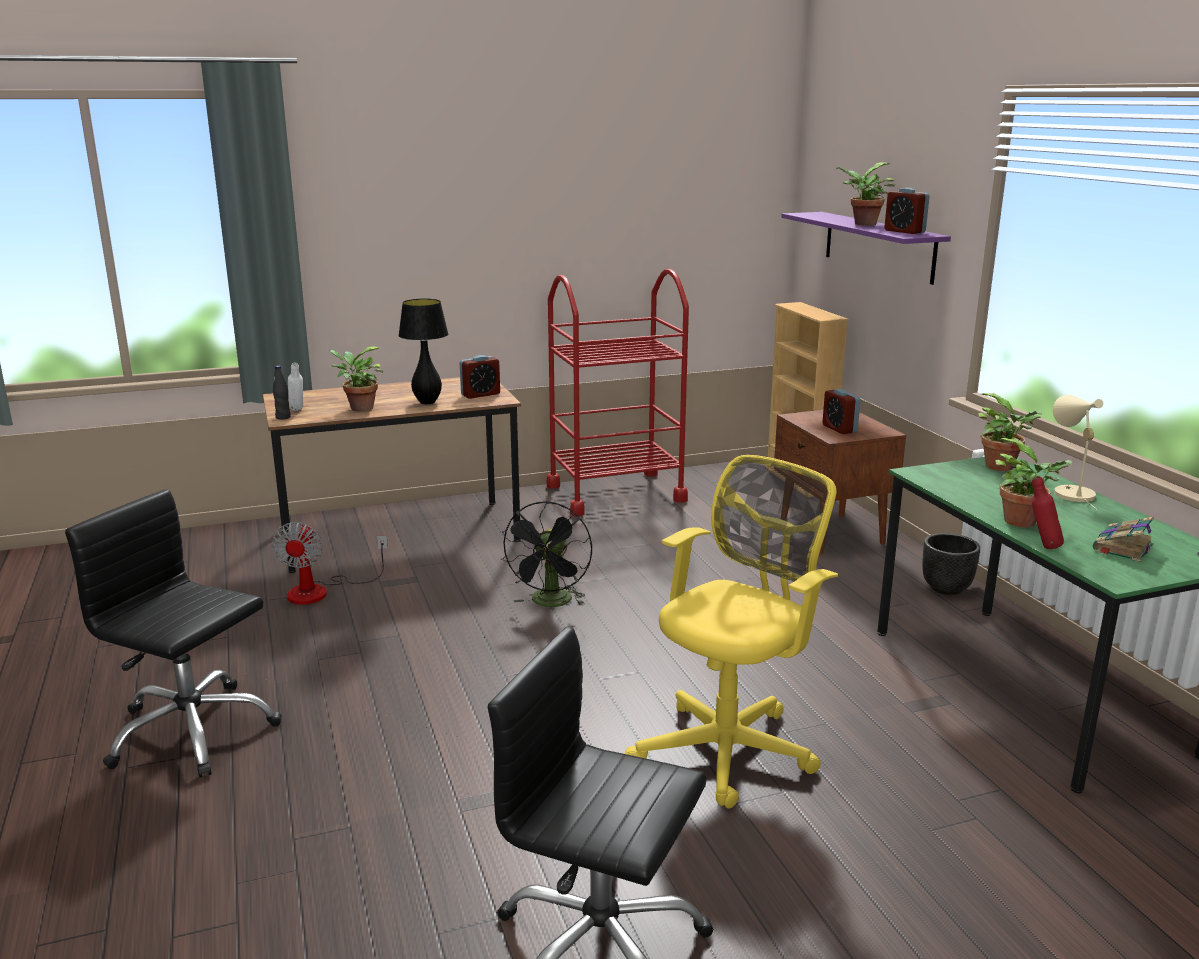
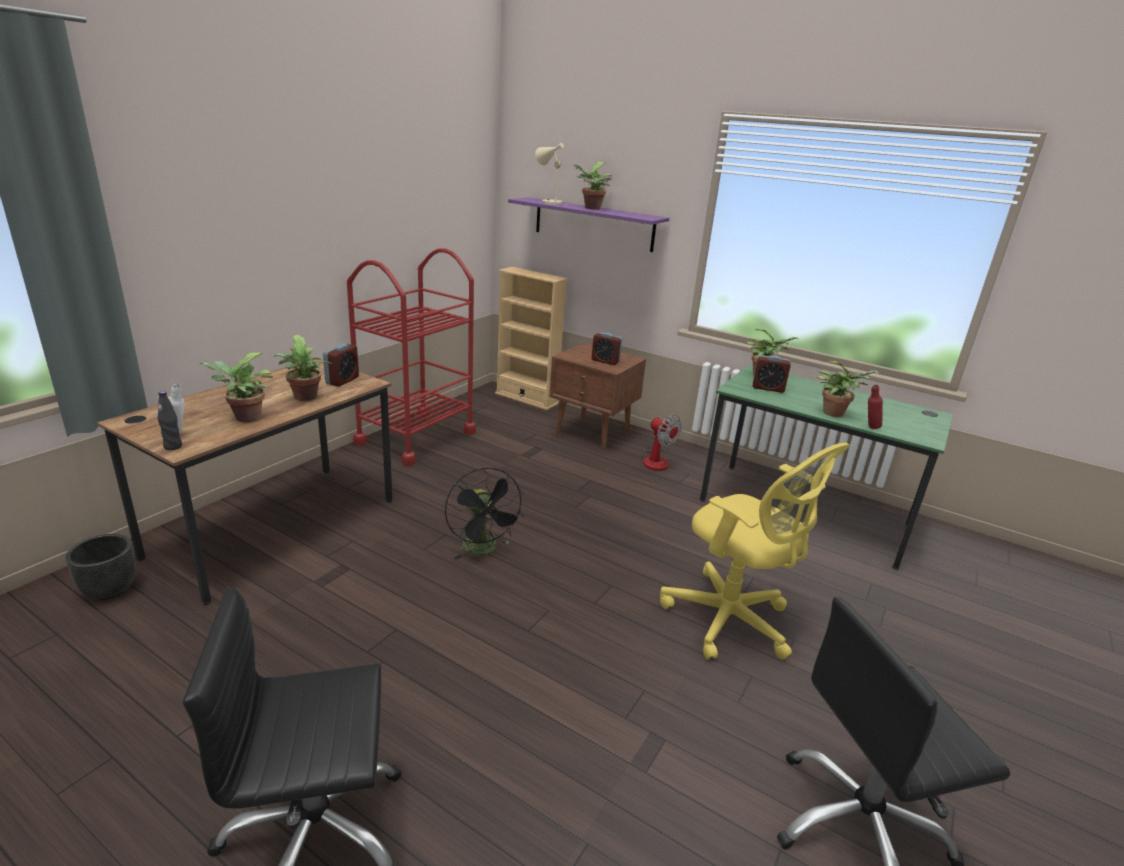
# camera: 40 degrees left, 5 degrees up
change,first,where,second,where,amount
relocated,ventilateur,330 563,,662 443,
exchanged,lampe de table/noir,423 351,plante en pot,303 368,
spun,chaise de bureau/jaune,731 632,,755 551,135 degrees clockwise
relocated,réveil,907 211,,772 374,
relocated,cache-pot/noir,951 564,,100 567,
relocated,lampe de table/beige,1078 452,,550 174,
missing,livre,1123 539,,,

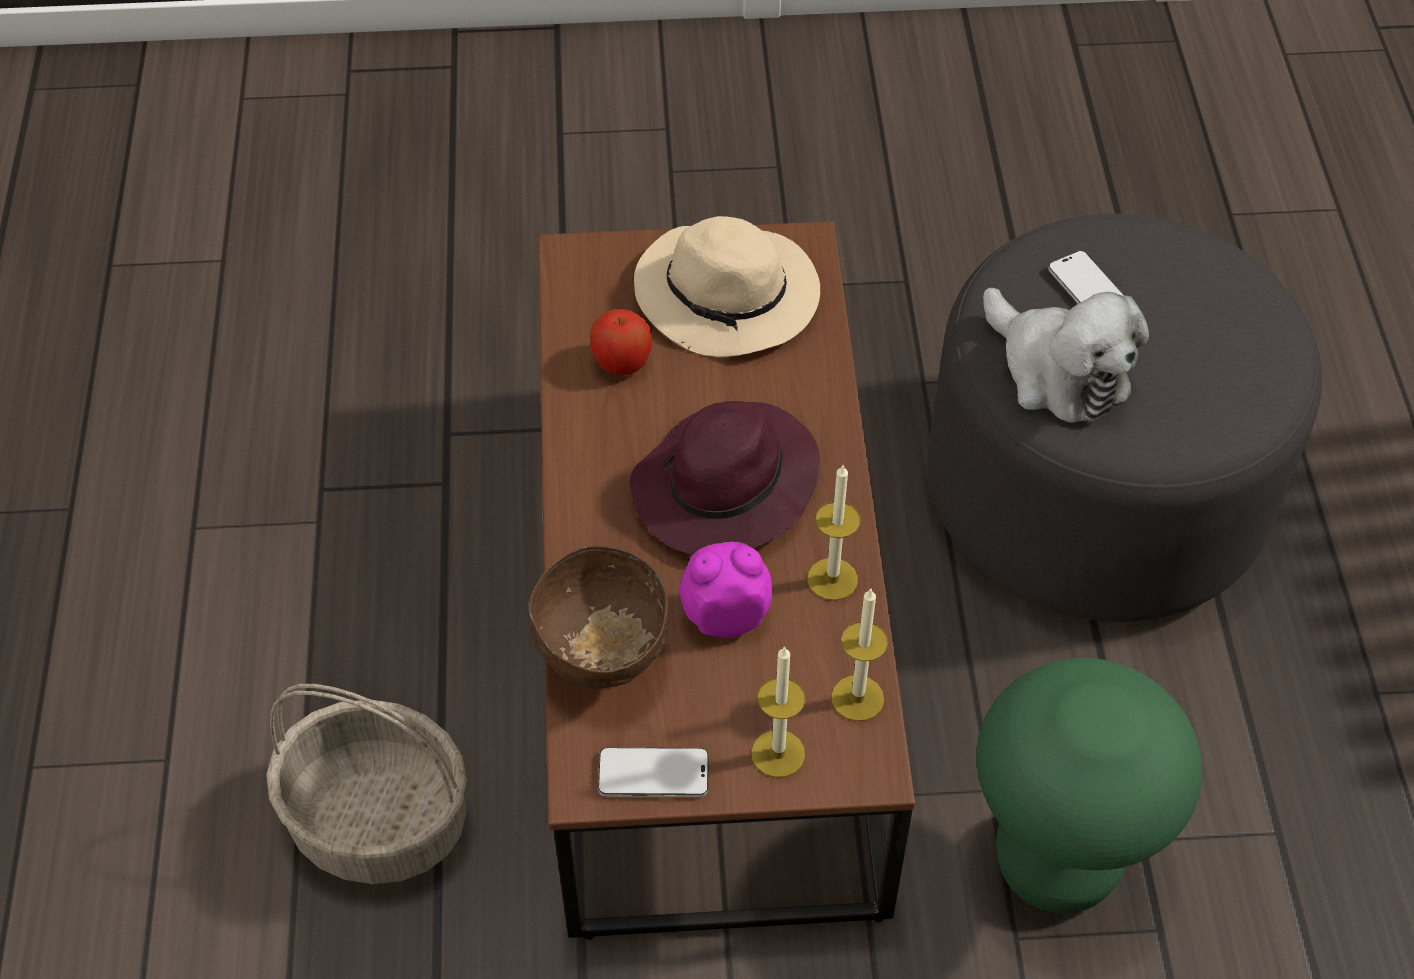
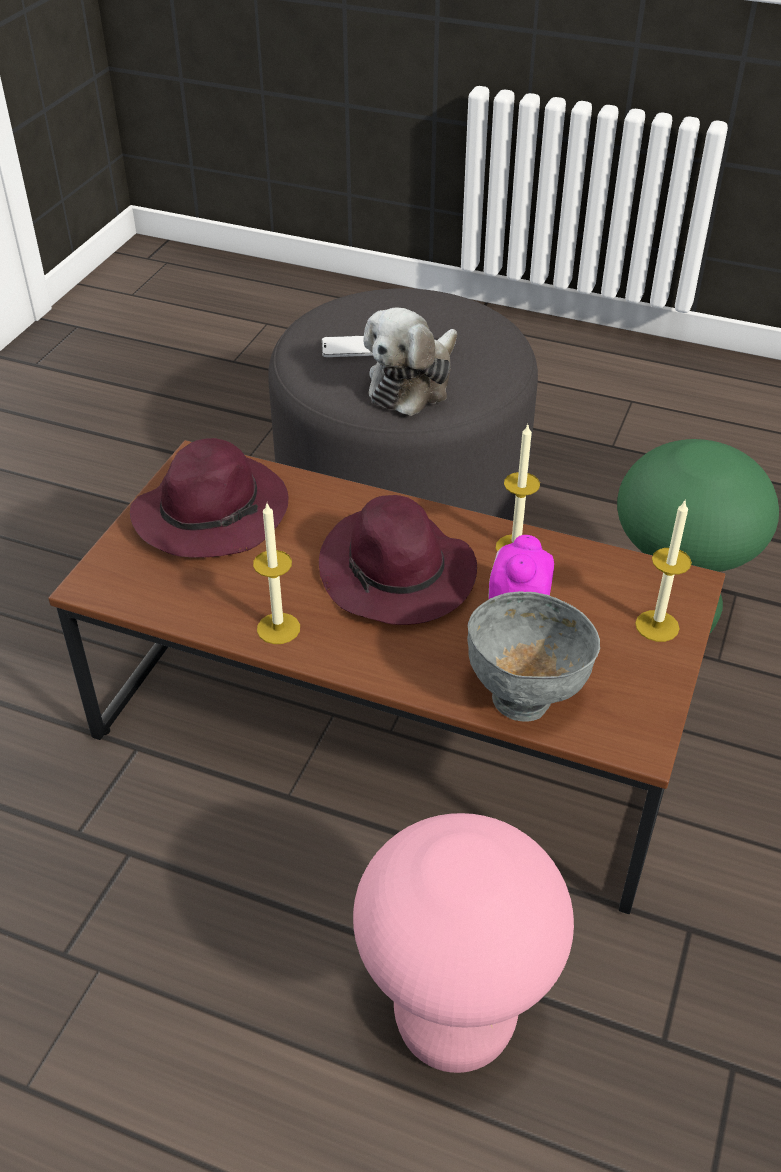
# camera: 65 degrees left, 10 degrees down
change,first,where,second,where,amount
exchanged,panier,366 784,tabouret/rose,463 943,
colour,bol/marron,599 617,bol/gris,533 656,
missing,pomme,621 342,,,
missing,téléphone,653 772,,,
colour,chapeau/beige,727 286,chapeau/violet,209 498,
relocated,bougie,859 655,,276 573,
spun,peluche,1066 356,,410 361,135 degrees clockwise

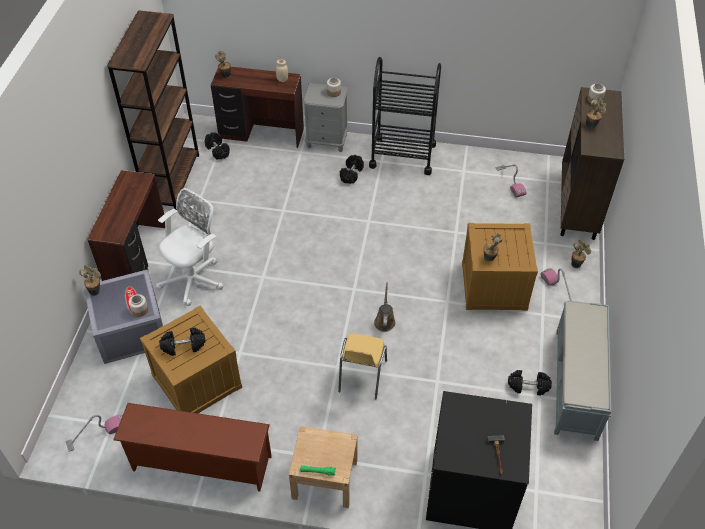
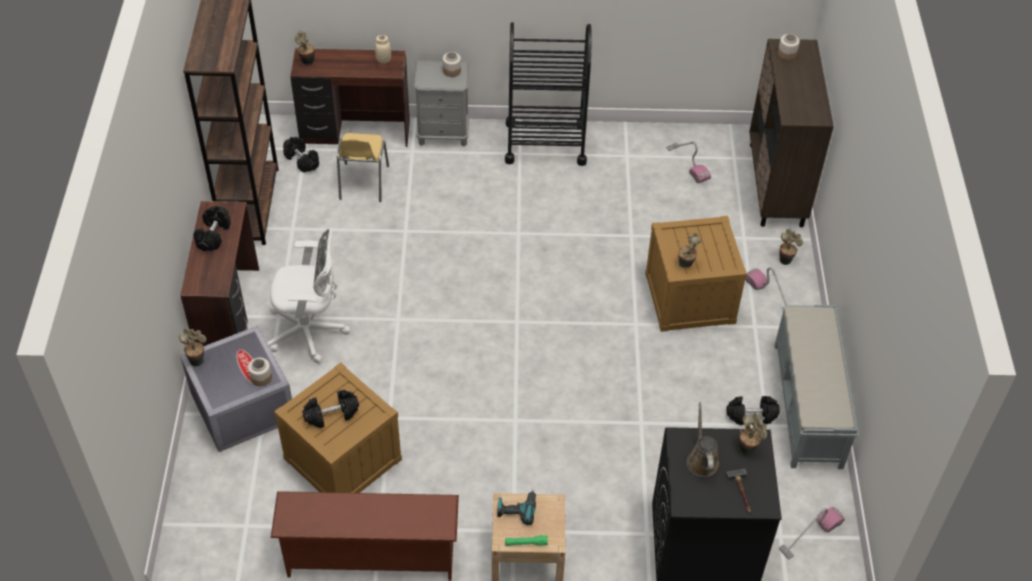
# camera: 10 degrees left, 0 degrees up
change,first,where,second,where,amount
relocated,aspirateur,94 433,,812 533,
spun,chaise de bureau/blanc,189 247,,308 295,60 degrees clockwise
relocated,chaise/jaune,362 366,,363 167,
relocated,haltère/noir,352 169,,212 228,
relocated,arrosoir/marron,385 307,,703 439,
relocated,plante en pot,596 113,,753 434,
appeared,,,perceuse,516 507,

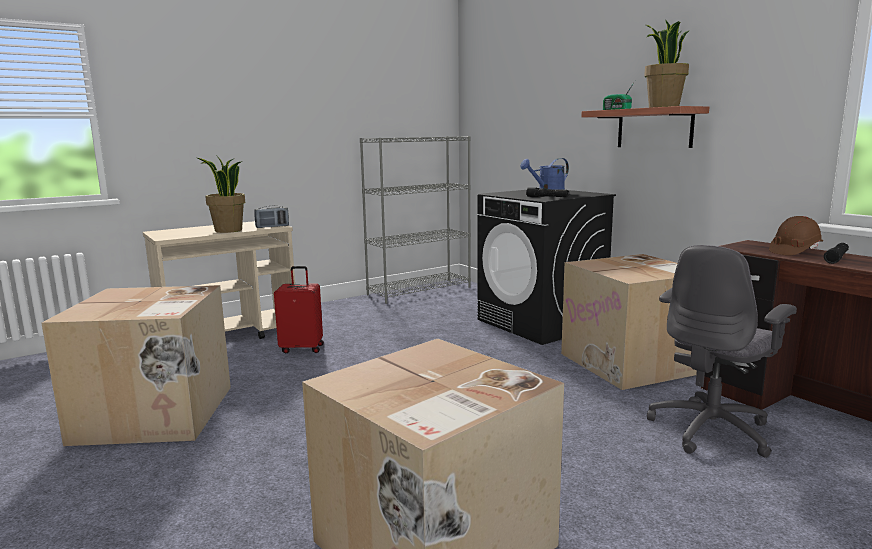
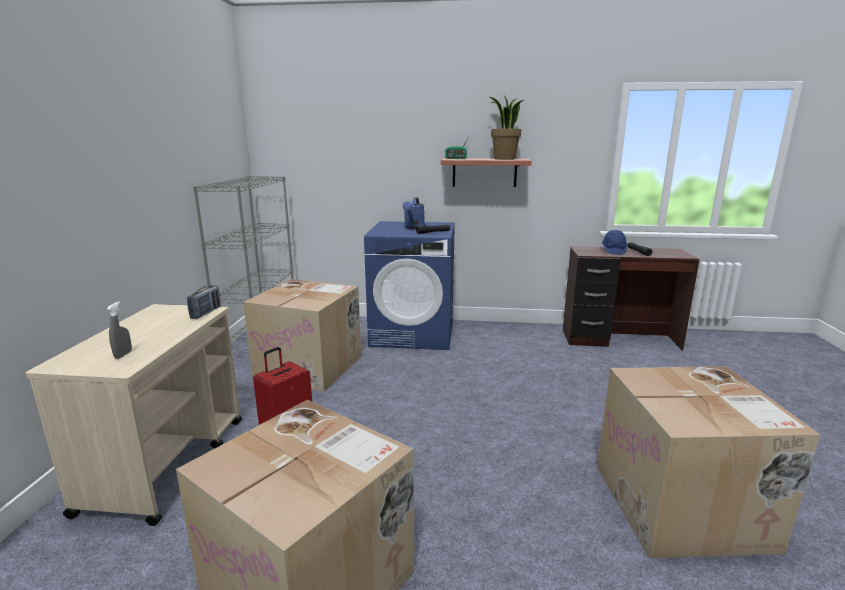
# camera: 50 degrees left, 5 degrees up
change,first,where,second,where,amount
missing,plante en pot,221 194,,,
colour,lave-linge/noir,547 267,lave-linge/bleu,409 285,
relocated,carton,629 322,,302 335,
missing,chaise de bureau/gris,722 351,,,
colour,casque de chantier/marron,796 235,casque de chantier/bleu,614 242,
appeared,,,vaporisateur/gris,119 330,

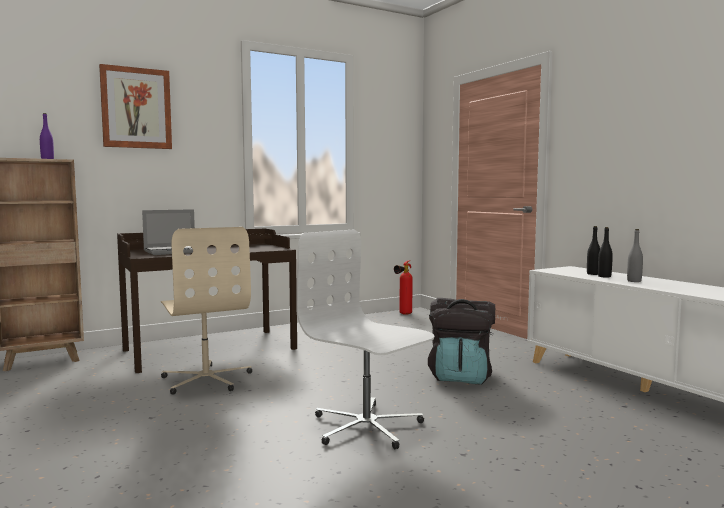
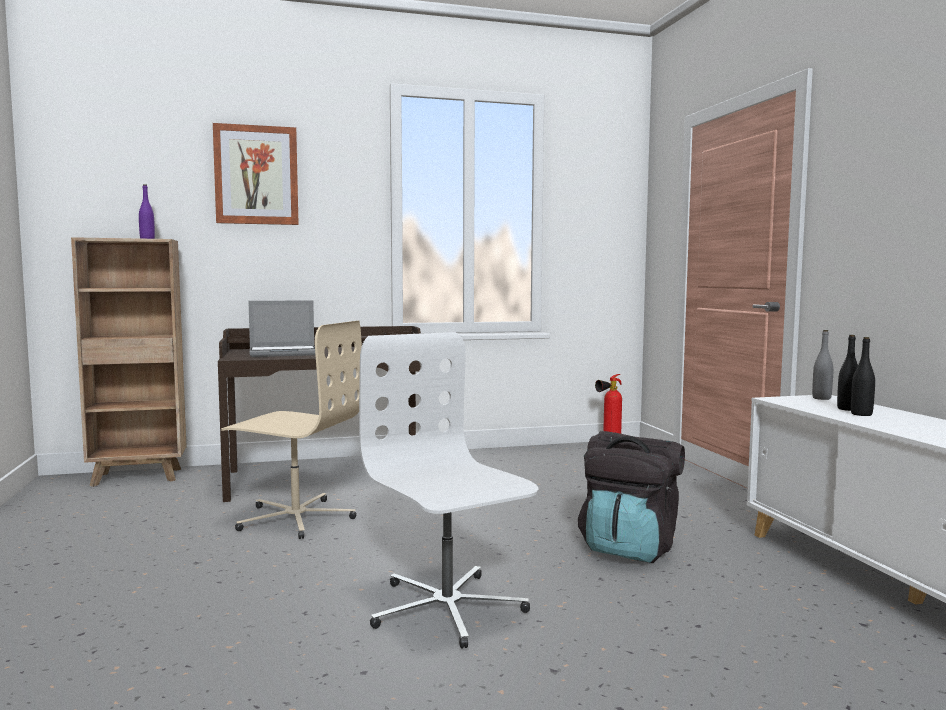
# camera: 15 degrees right, 0 degrees up
change,first,where,second,where,amount
spun,chaise de bureau/beige,206 311,,291 429,60 degrees counterclockwise
relocated,bouteille/gris,635 255,,822 365,

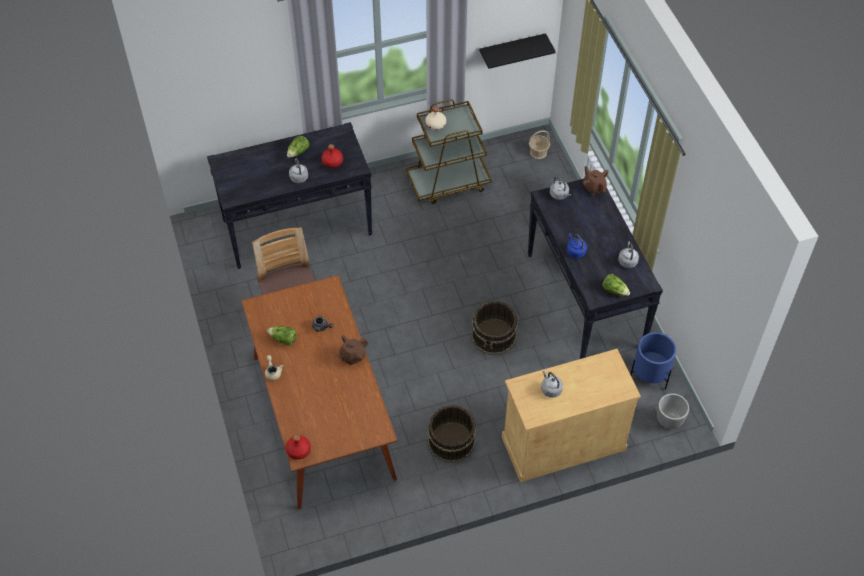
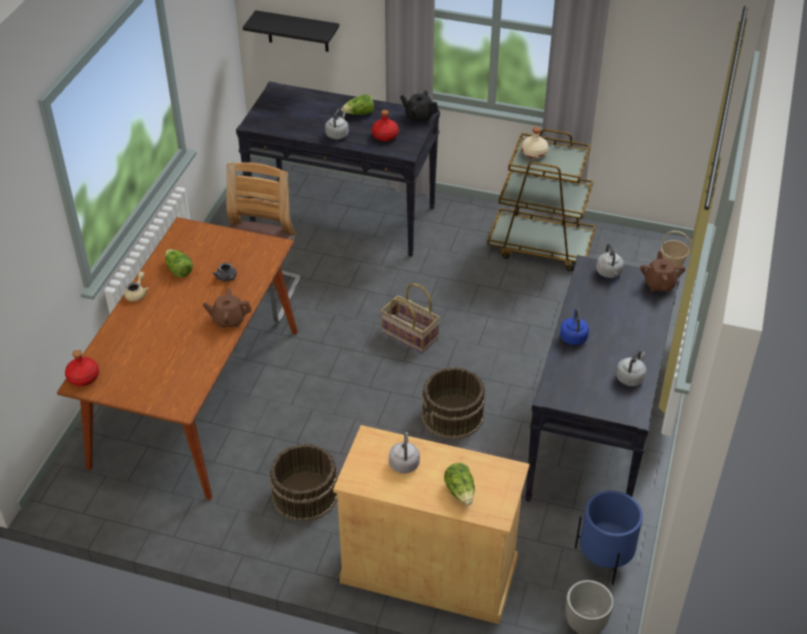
# camera: 35 degrees right, 10 degrees down
change,first,where,second,where,amount
relocated,étagère/noir,517 51,,291 31,
relocated,laitue,616 285,,459 484,
appeared,,,panier,410 318,
appeared,,,théière/noir,419 106,

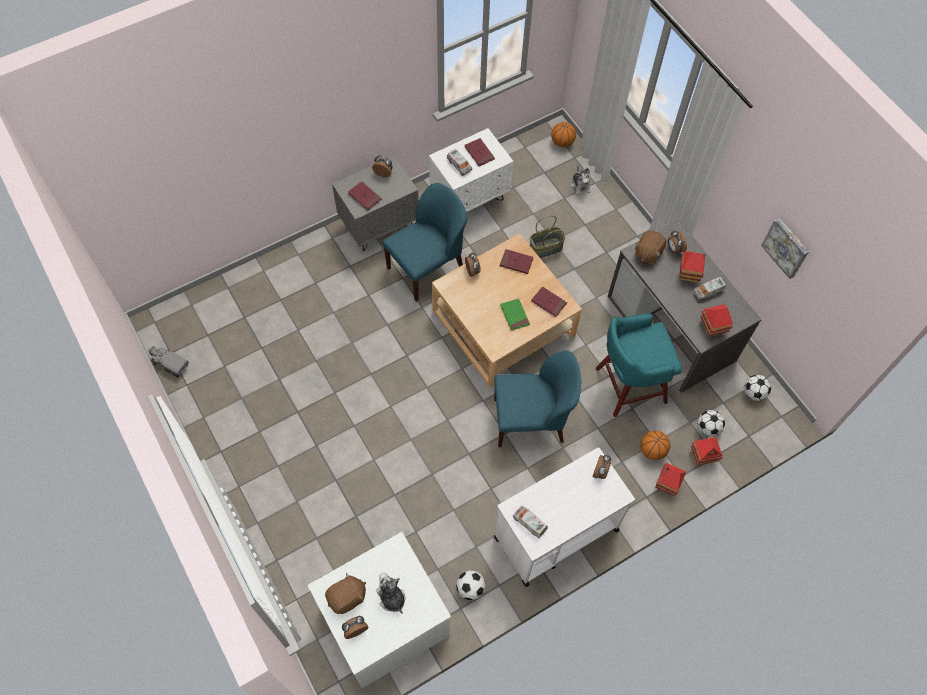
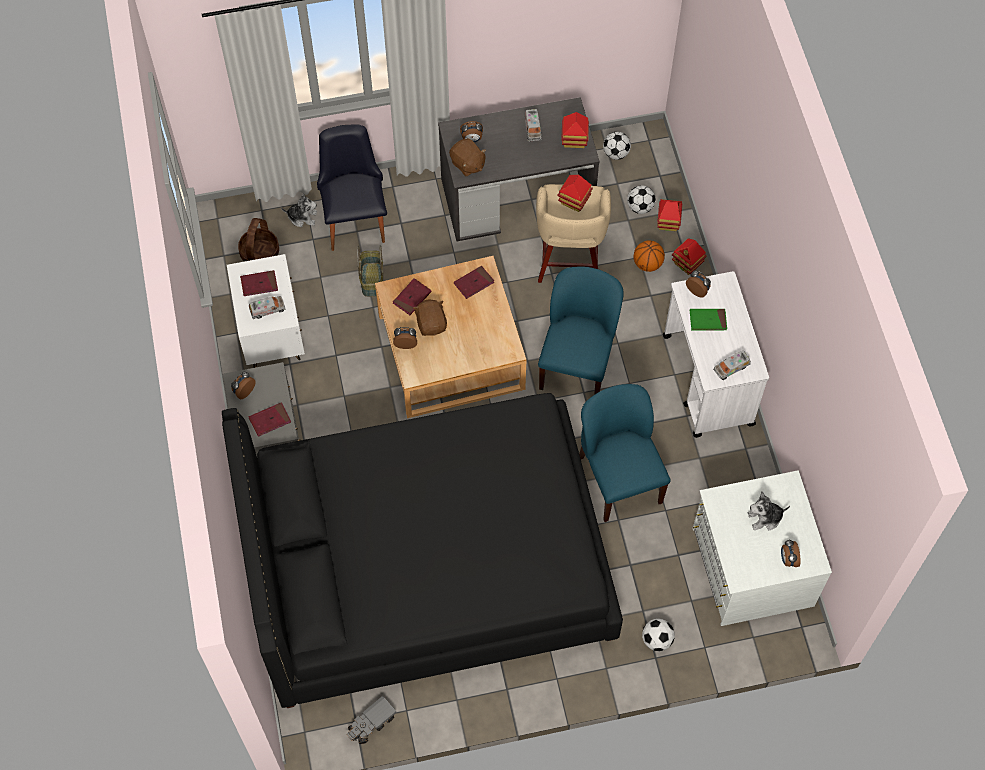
# camera: 70 degrees left, 0 degrees up
change,first,where,second,where,amount
relocated,peluche/marron,345 593,,430 317,
relocated,chaise/bleu,424 242,,624 453,
relocated,ballon de foot,471 585,,658 634,
relocated,livre/vert,515 314,,708 319,
missing,ballon de basket,563 134,,,
colour,tabouret/turquoise,639 365,tabouret/beige,573 233,
relocated,maison miniature,692 266,,575 193,
missing,tableau,785 248,,,
appeared,,,lit/noir,422 550,
appeared,,,panier,258 240,
appeared,,,chaise/noir,352 187,

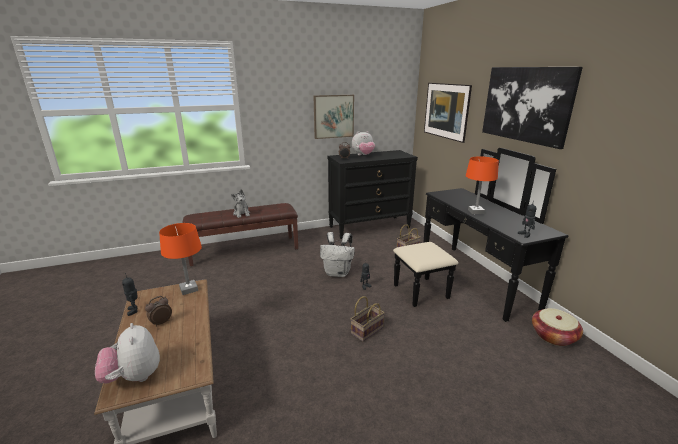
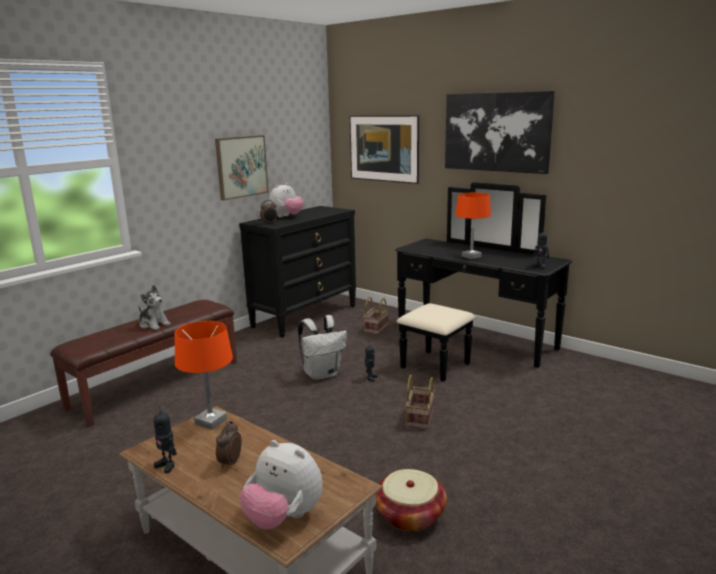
# camera: 30 degrees left, 5 degrees down
change,first,where,second,where,amount
relocated,panier,557 327,,411 500,

